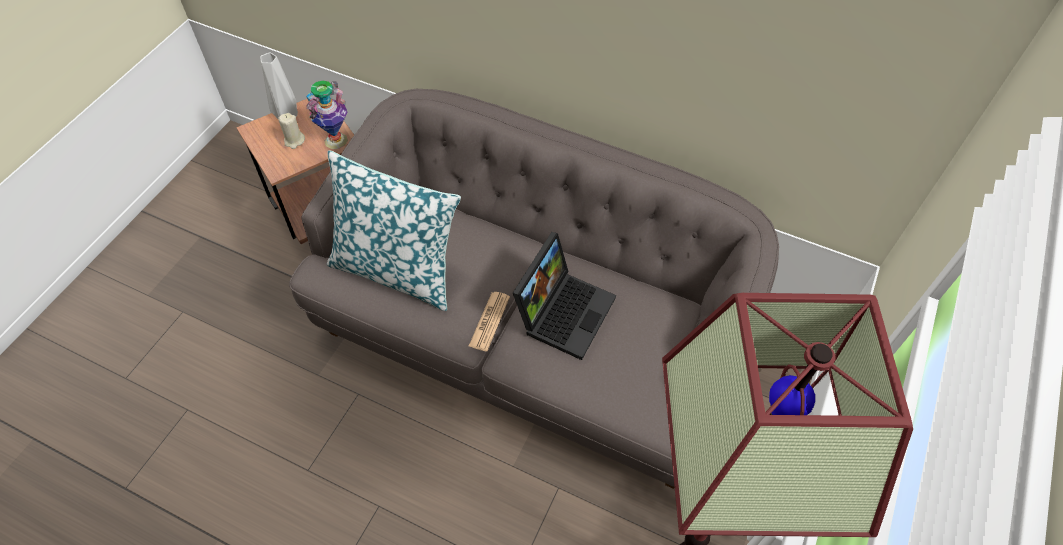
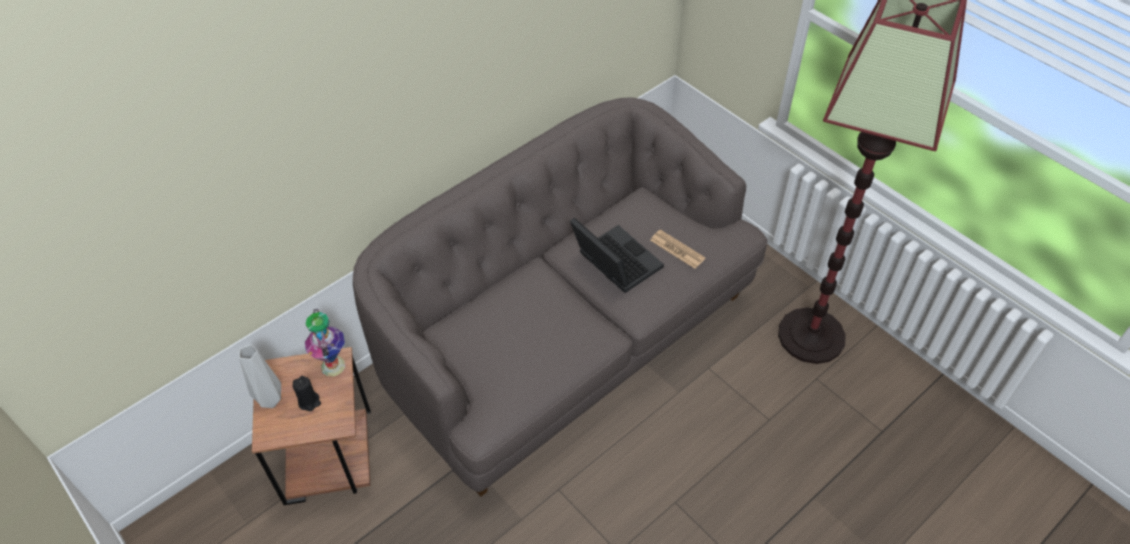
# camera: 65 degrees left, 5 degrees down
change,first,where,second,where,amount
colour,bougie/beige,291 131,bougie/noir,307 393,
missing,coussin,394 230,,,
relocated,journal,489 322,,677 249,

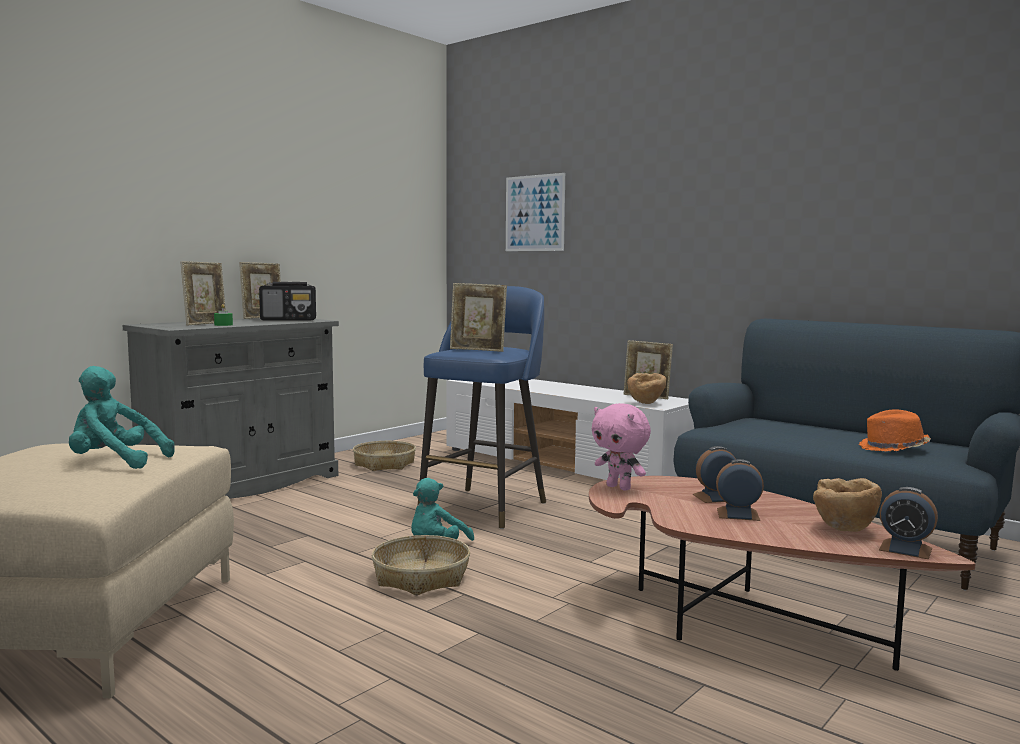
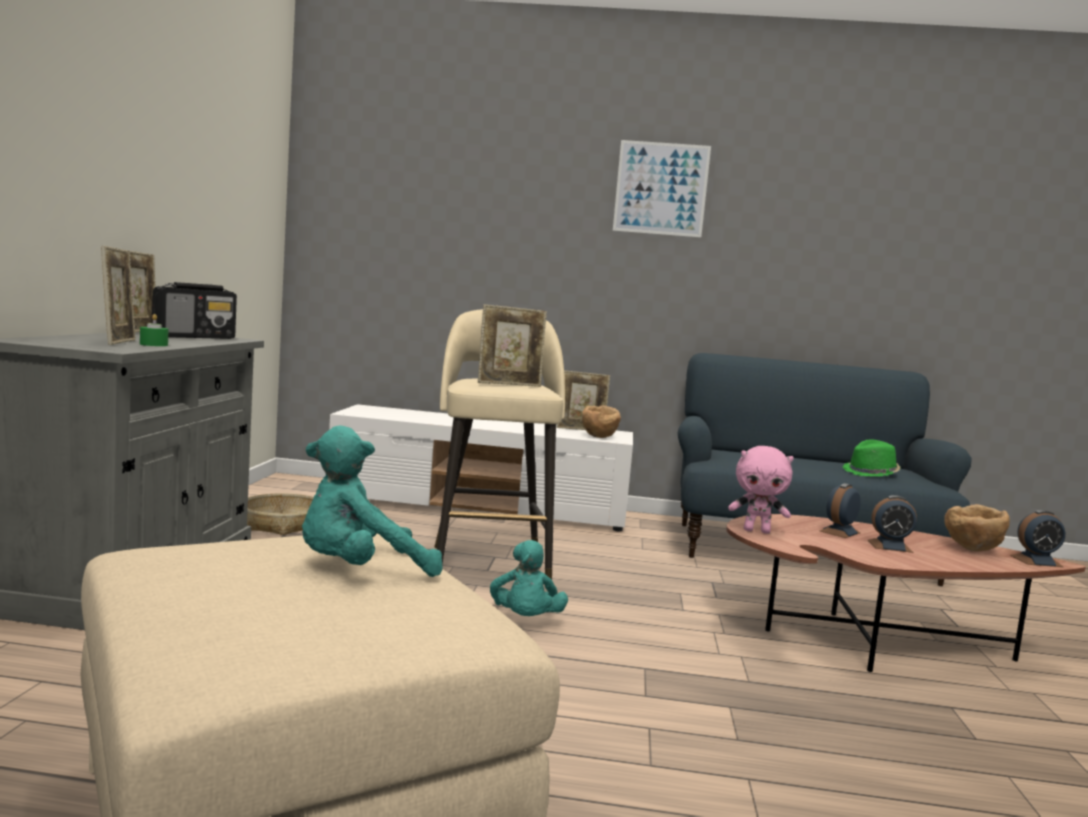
# camera: 35 degrees left, 0 degrees up
change,first,where,second,where,amount
missing,panier,421 565,,,
colour,tabouret/bleu,481 407,tabouret/beige,499 444,
relocated,tableau,535 212,,662 188,
spun,réveil,740 490,,892 524,150 degrees counterclockwise
colour,chapeau/orange,895 430,chapeau/vert,872 458,

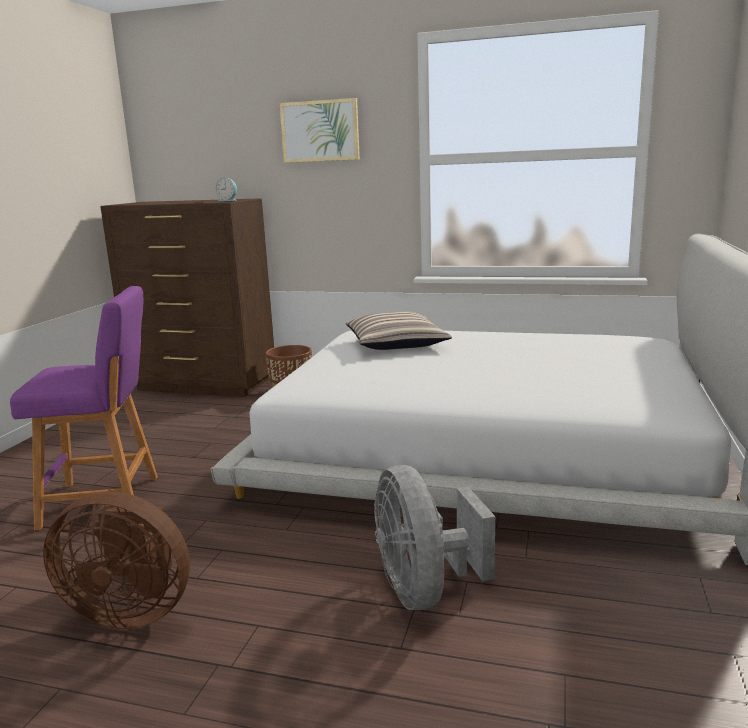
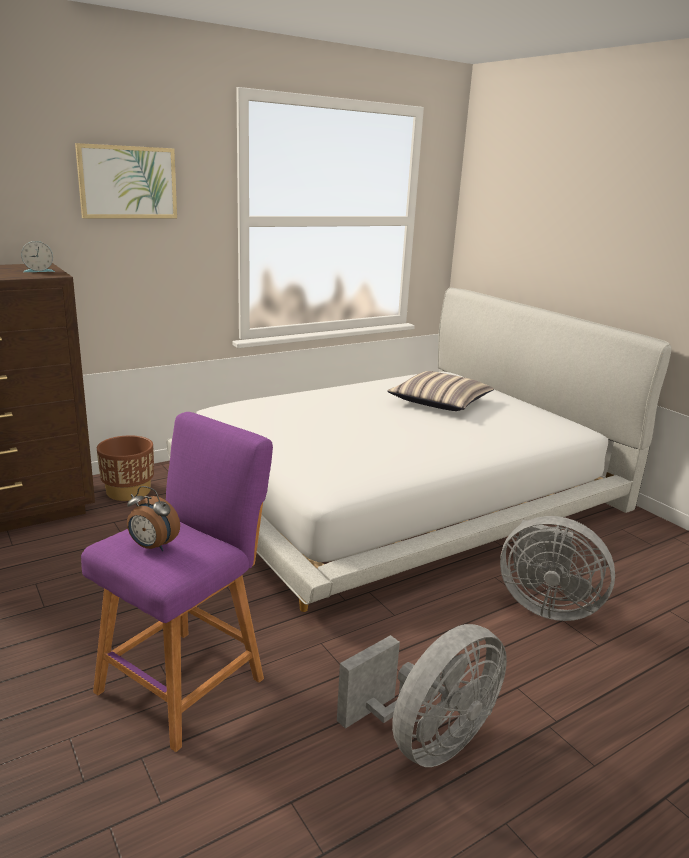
# camera: 50 degrees left, 5 degrees up
change,first,where,second,where,amount
colour,ventilateur/marron,116 560,ventilateur/gris,422 695,
relocated,coussin,399 331,,440 391,
appeared,,,réveil,153 518,

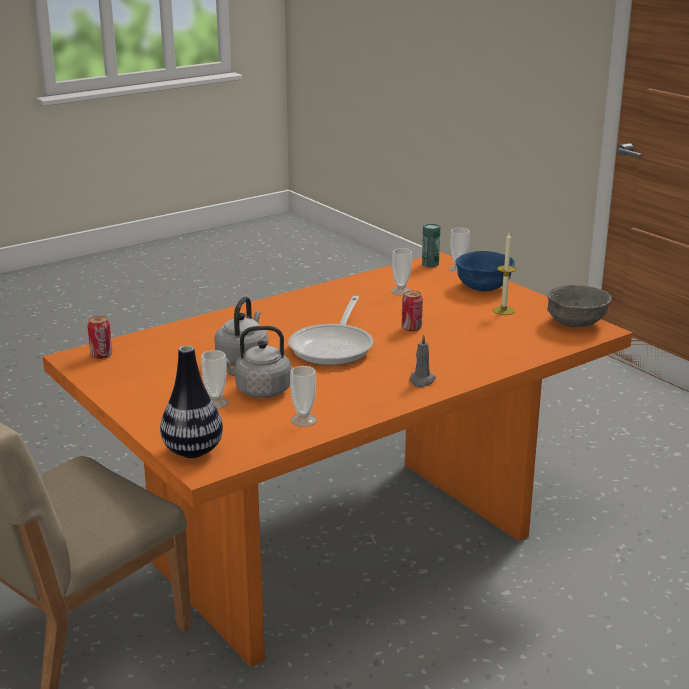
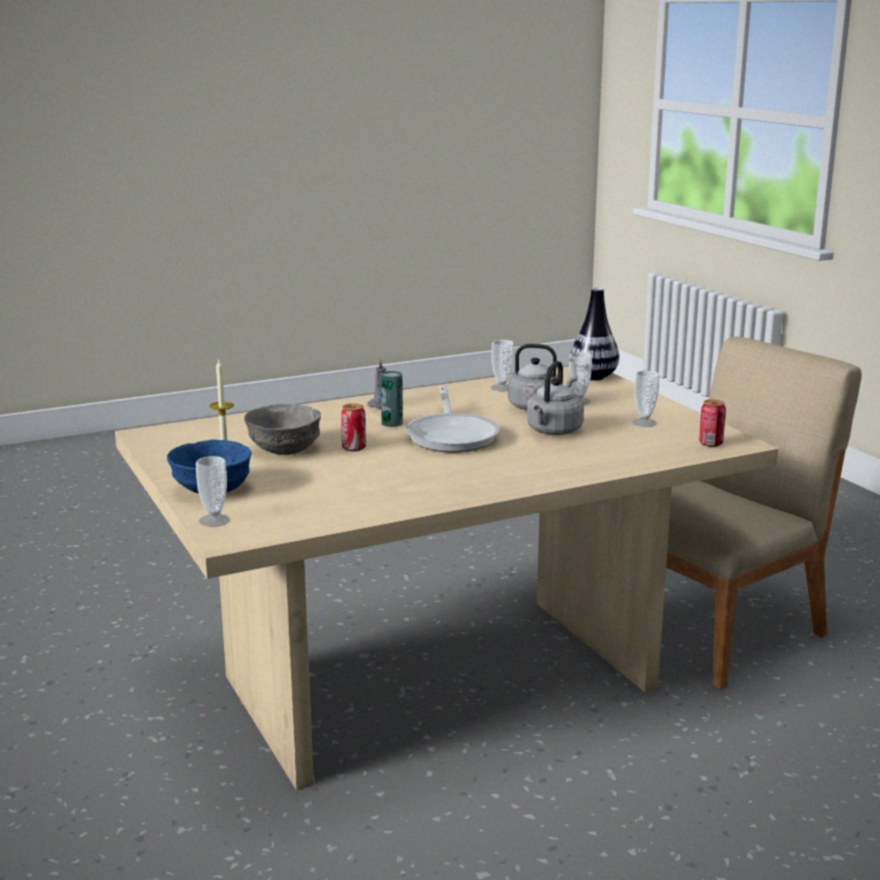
# camera: 170 degrees left, 5 degrees down
change,first,where,second,where,amount
colour,table à manger/orange,337 459,table à manger/beige,446 578,
spun,poêle,330 330,,453 419,150 degrees clockwise
relocated,tasse,401 271,,645 399,
relocated,boîte métallique,431 245,,392 399,
relocated,bol/gris,579 306,,282 429,

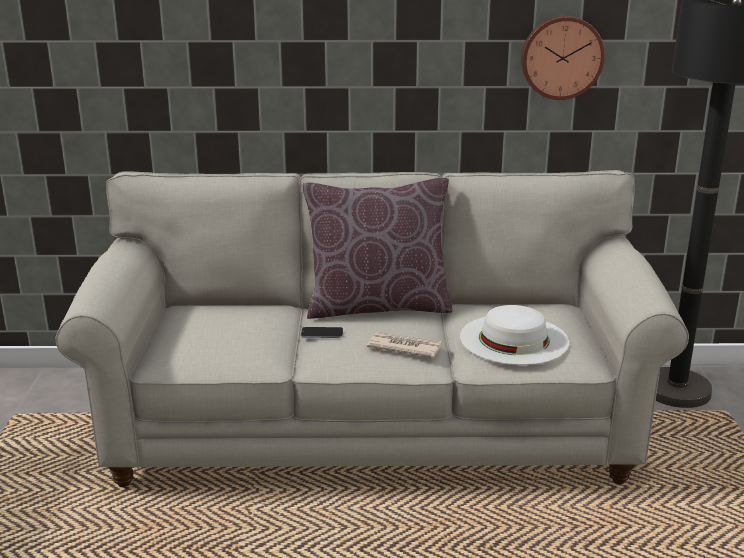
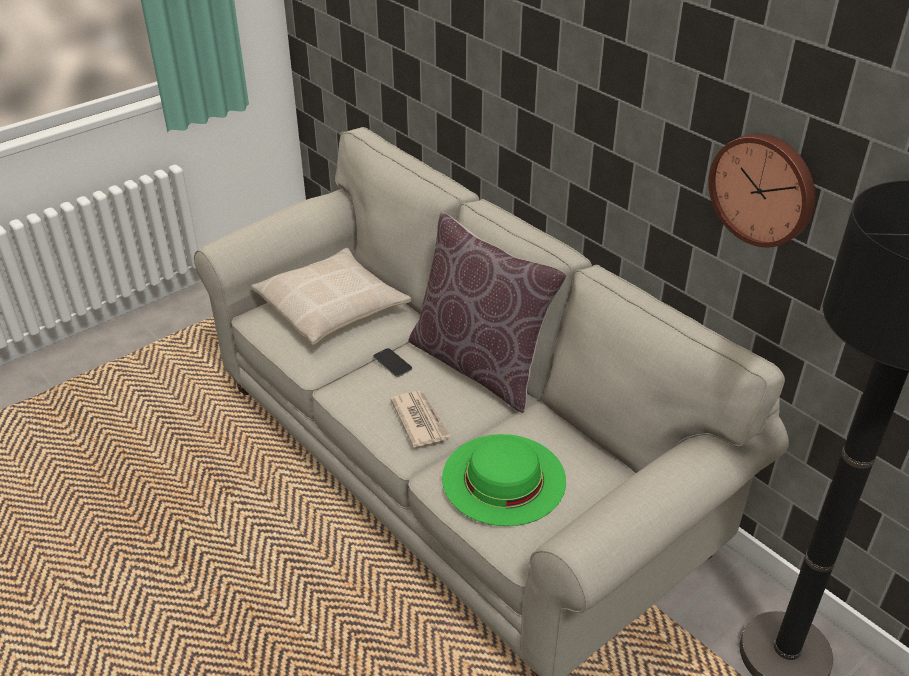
# camera: 50 degrees right, 15 degrees up
change,first,where,second,where,amount
colour,chapeau/blanc,514 335,chapeau/vert,504 480,
appeared,,,coussin/beige,331 296,

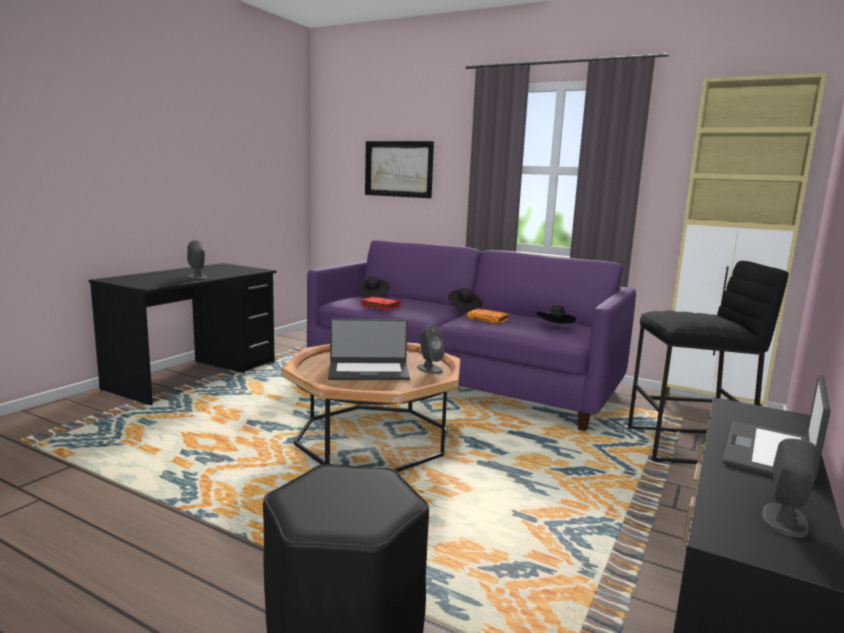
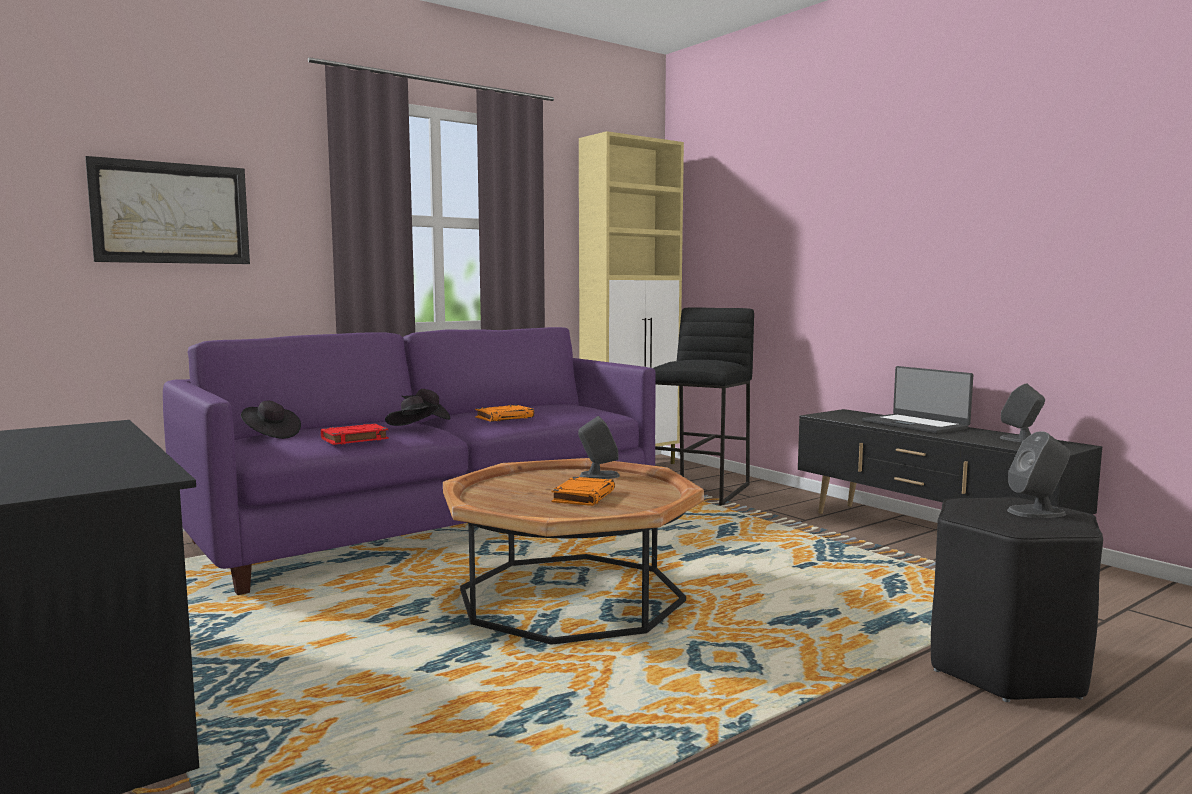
# camera: 65 degrees left, 5 degrees down
change,first,where,second,where,amount
relocated,enceinte/gris,197 259,,1038 474,
exchanged,ordinateur portable,369 349,livre/orange,583 491,
relocated,chapeau/noir,556 314,,412 411,

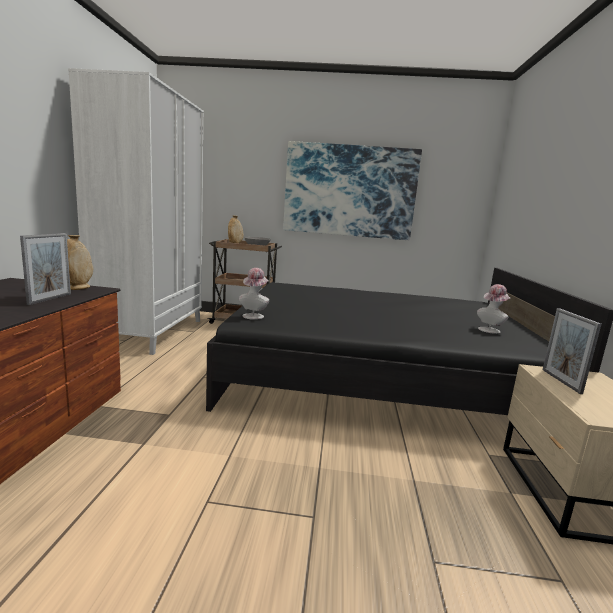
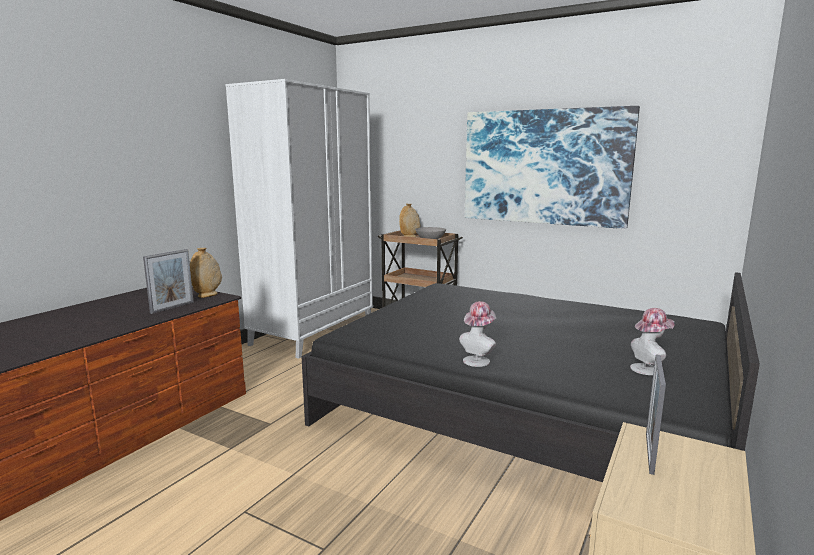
# camera: 25 degrees right, 0 degrees up
change,first,where,second,where,amount
relocated,chapeau,254 294,,477 334,

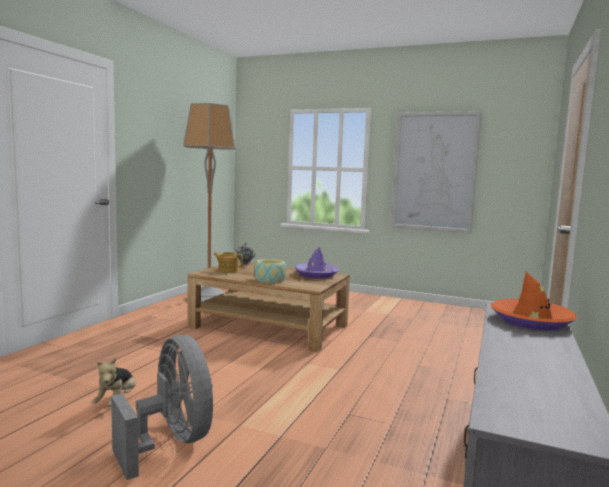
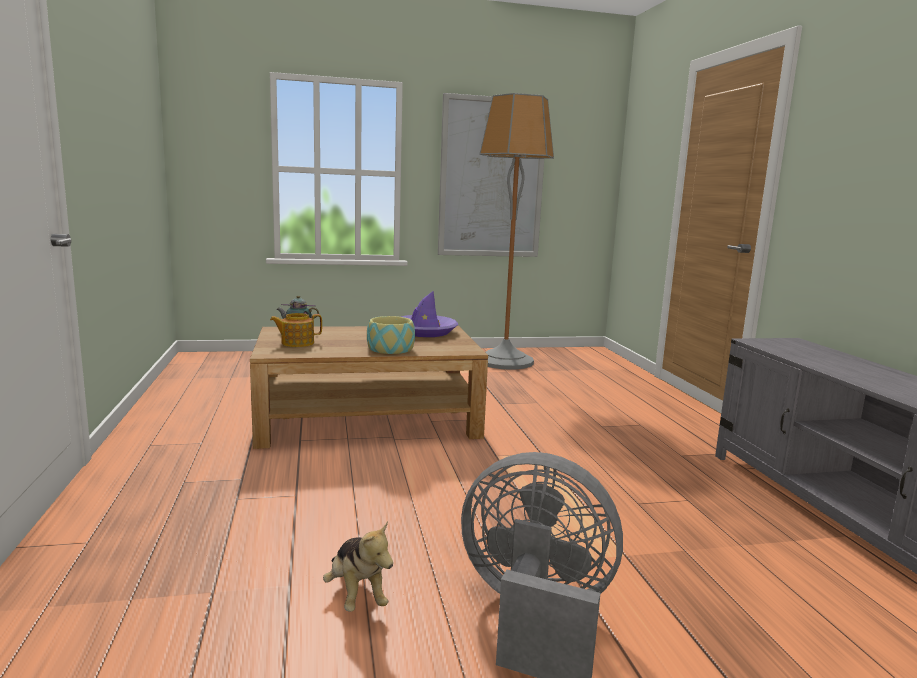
# camera: 35 degrees left, 5 degrees up
change,first,where,second,where,amount
relocated,lampadaire,209 202,,517 231,
missing,chapeau/orange,534 301,,,

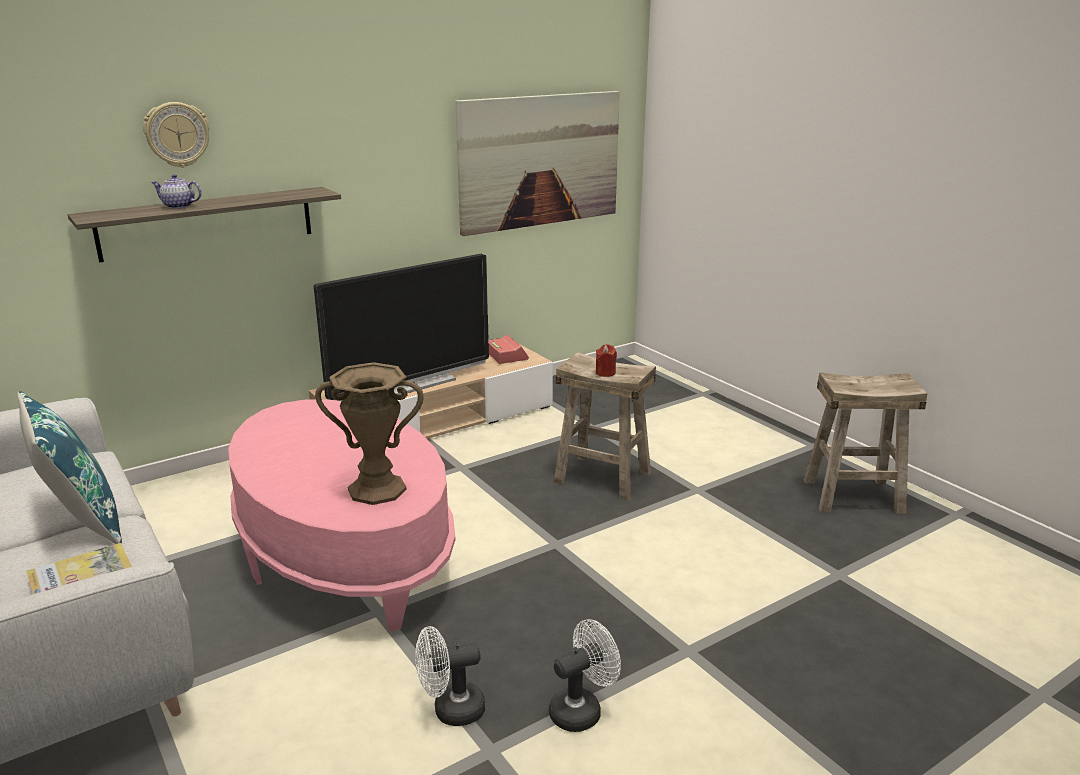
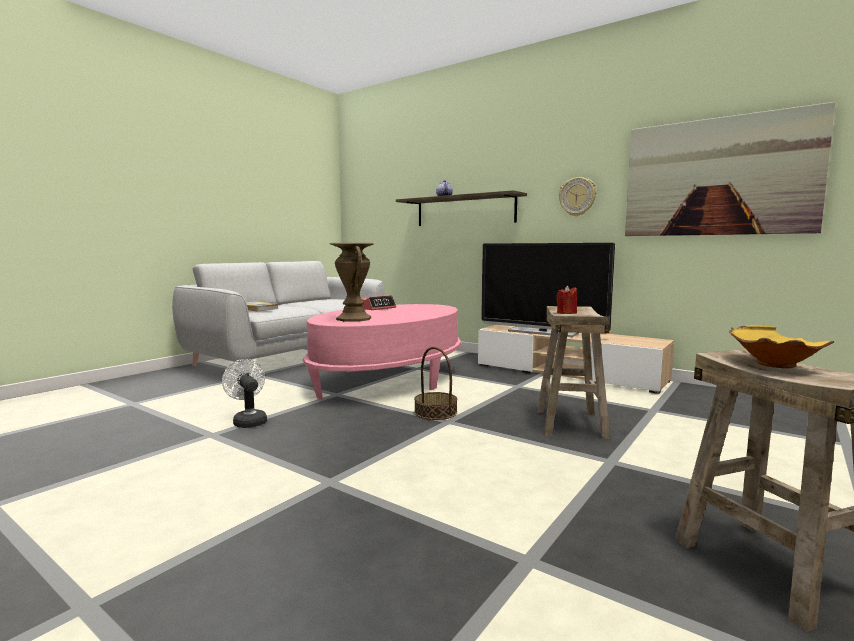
# camera: 70 degrees right, 15 degrees down
change,first,where,second,where,amount
missing,coussin/bleu,70 467,,,
relocated,horloge murale,176 135,,578 196,
relocated,réveil,509 349,,378 302,
missing,ventilateur/blanc,585 675,,,
appeared,,,panier,435 383,
appeared,,,bol/jaune,781 346,

